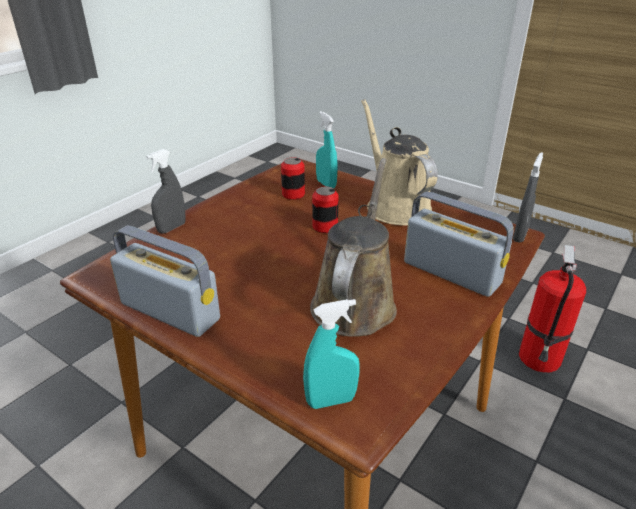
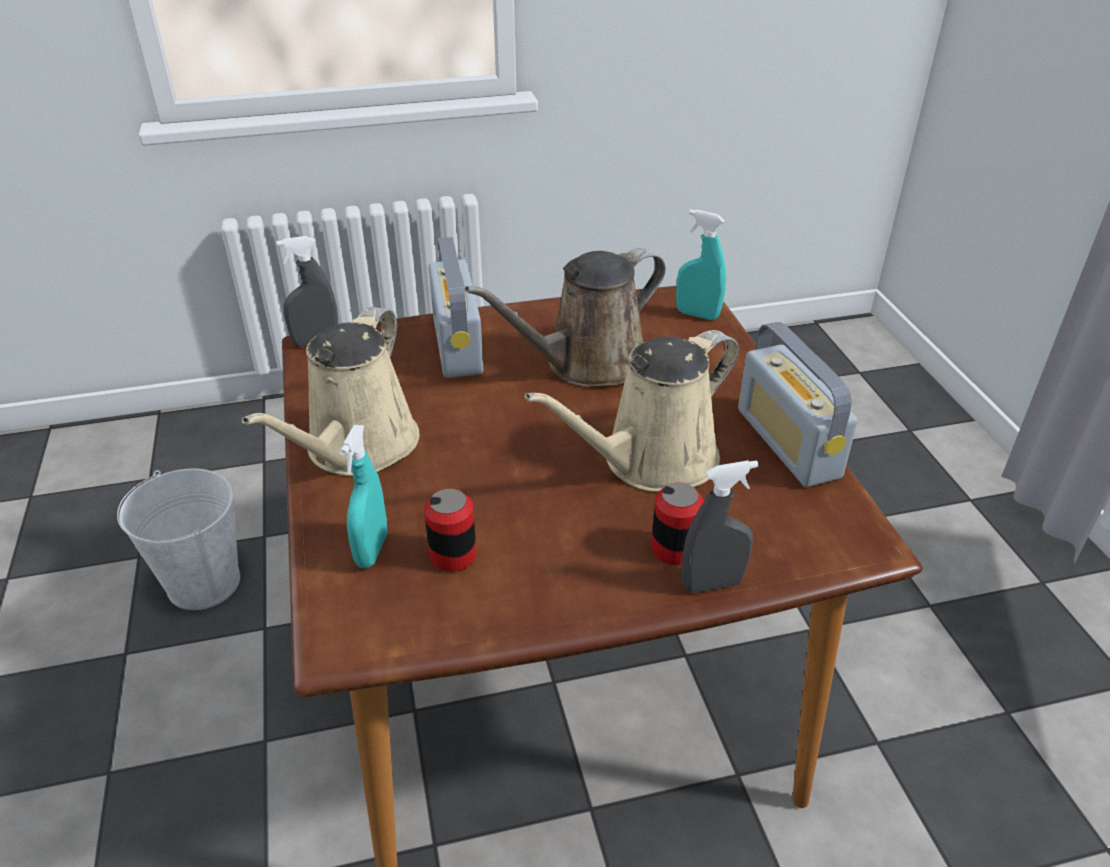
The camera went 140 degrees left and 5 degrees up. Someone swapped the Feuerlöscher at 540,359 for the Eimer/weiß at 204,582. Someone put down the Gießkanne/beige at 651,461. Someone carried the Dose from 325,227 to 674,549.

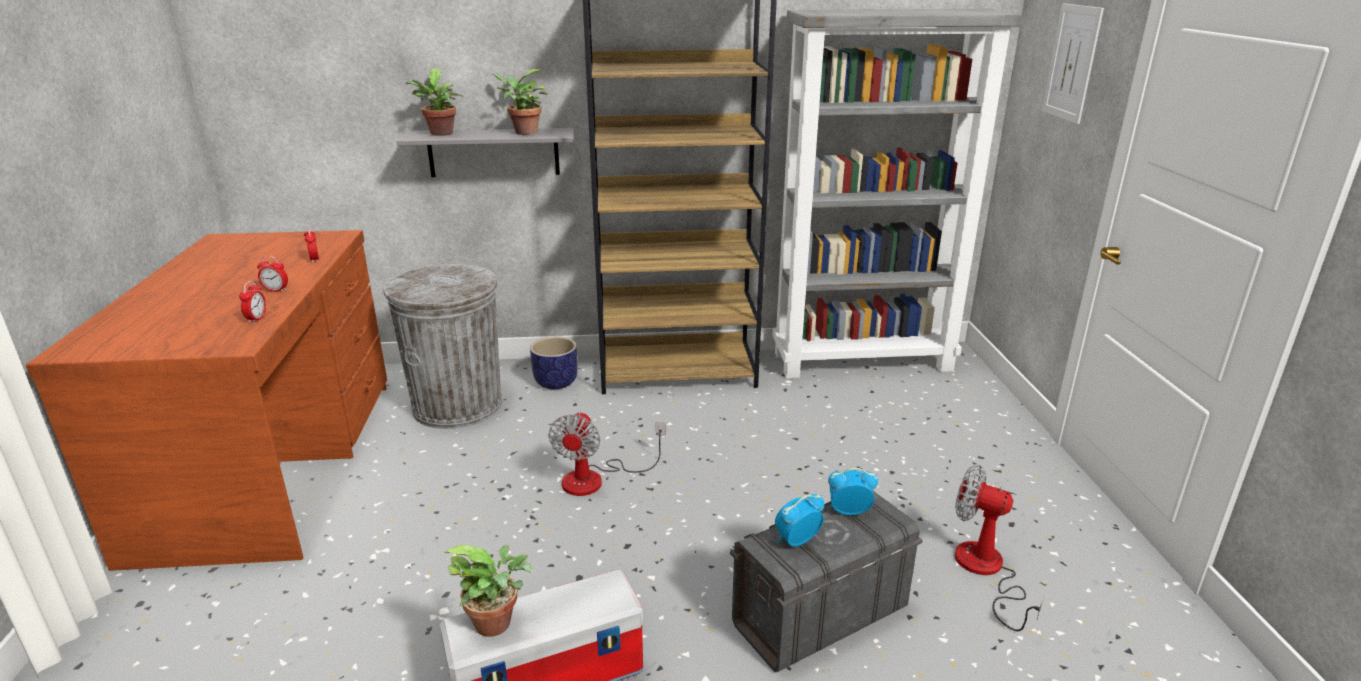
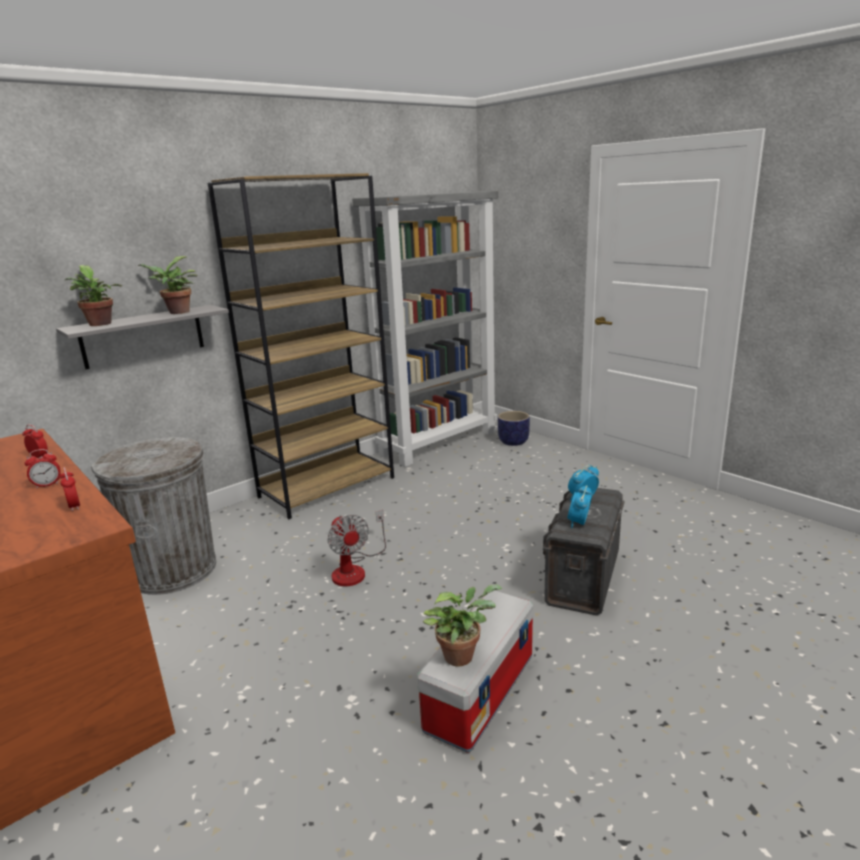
The camera went 35 degrees left and 5 degrees down. Someone carried the Pflanzkübel from 556,382 to 513,442. Someone took away the Ventilator at 985,572. Someone took away the Bild at 1071,63.

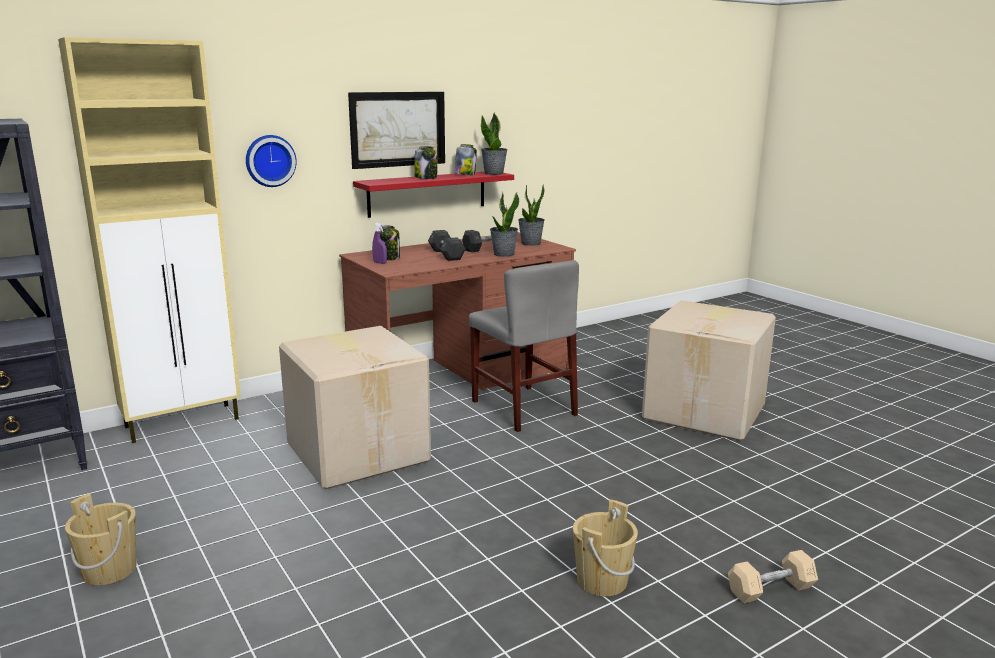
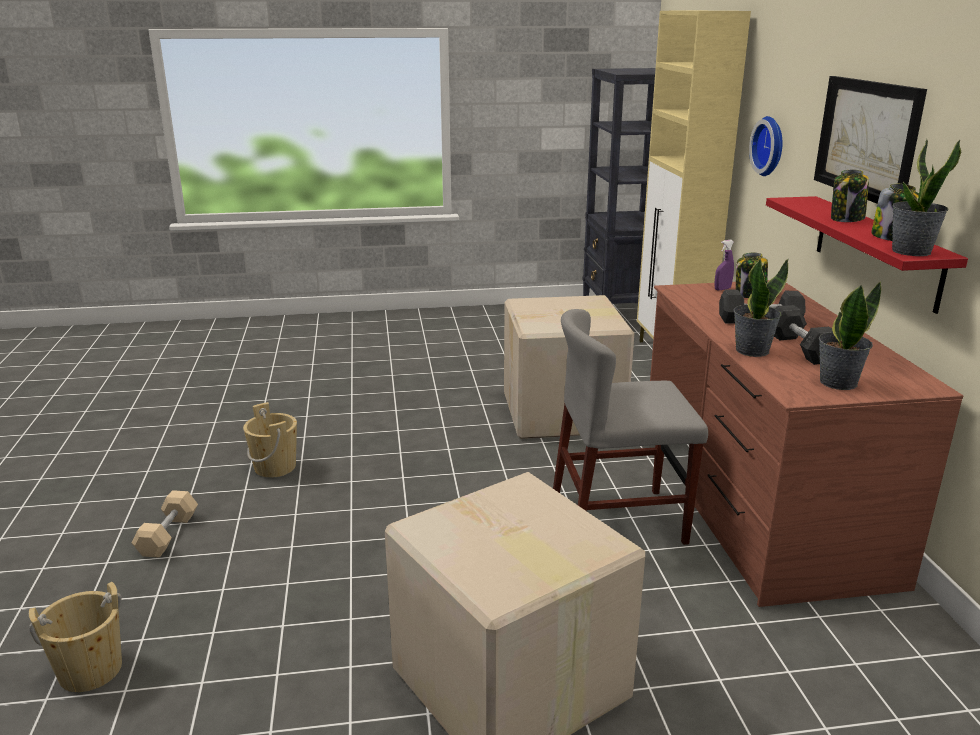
The camera went 115 degrees right and 5 degrees up. Someone carried the Eimer/beige from 109,570 to 90,670.

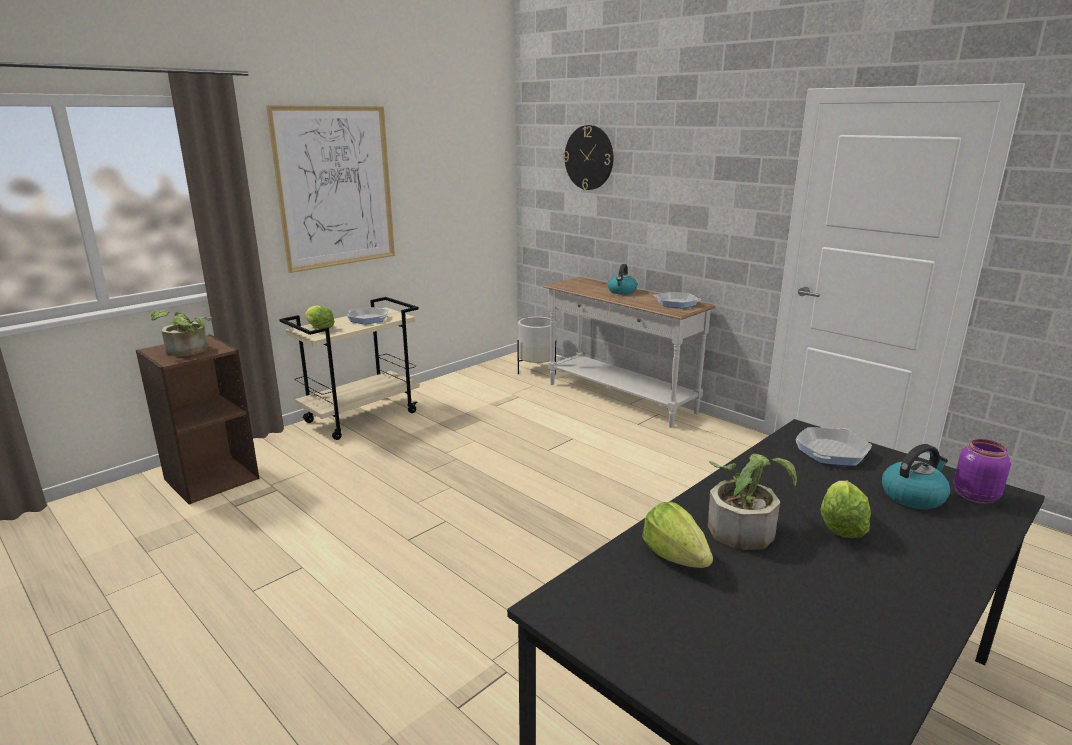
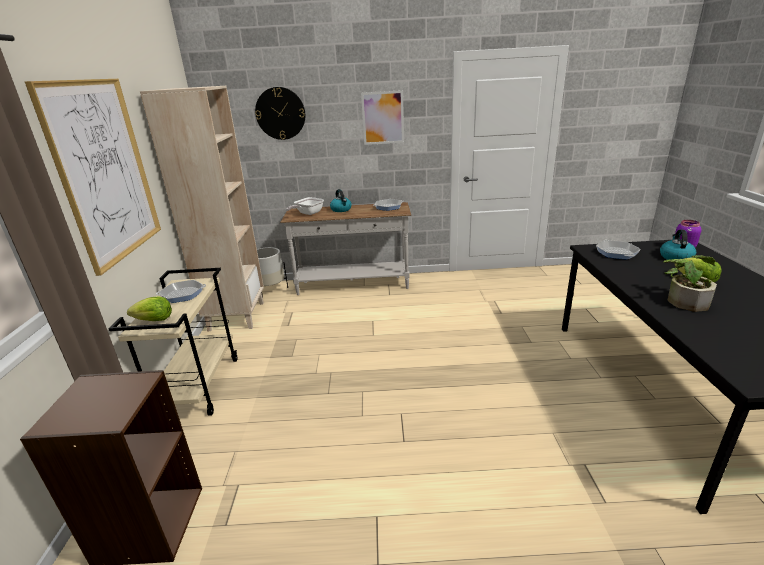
The camera went 45 degrees left and 5 degrees up. Someone put down the Bücherregal/beige at 236,316. Someone put down the Pfanne at 308,213. Someone put up the Bild at 383,118. Someone took away the Topfpflanze at 187,352. Someone took away the Salatkopf at 675,556.

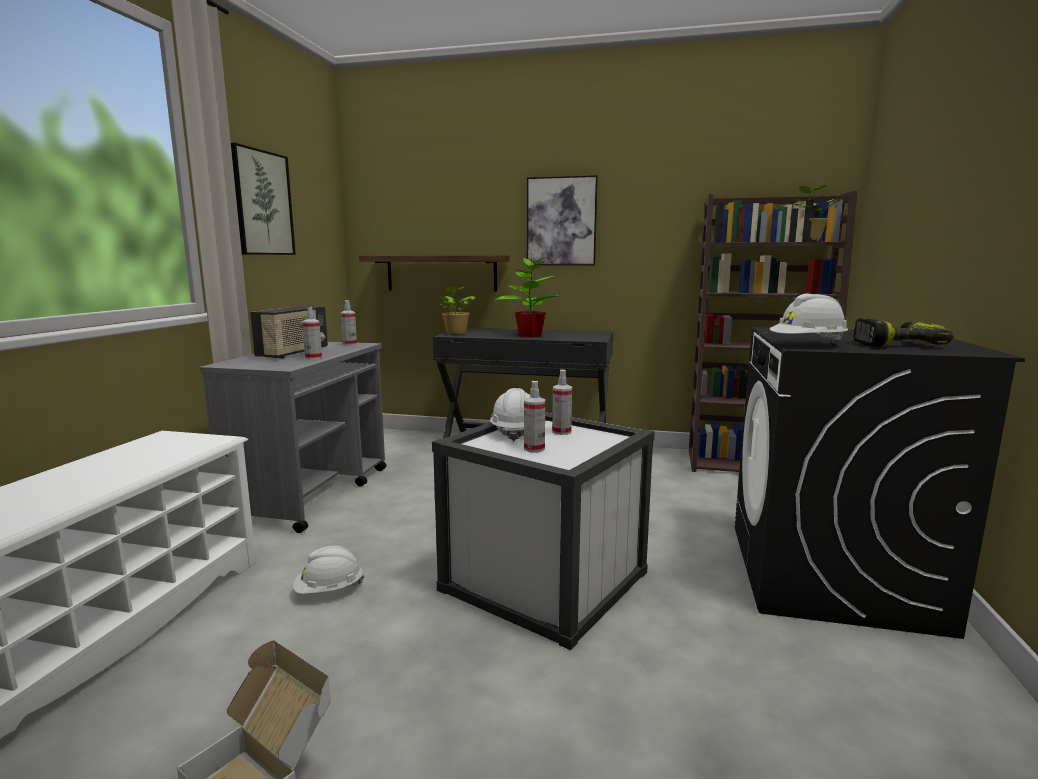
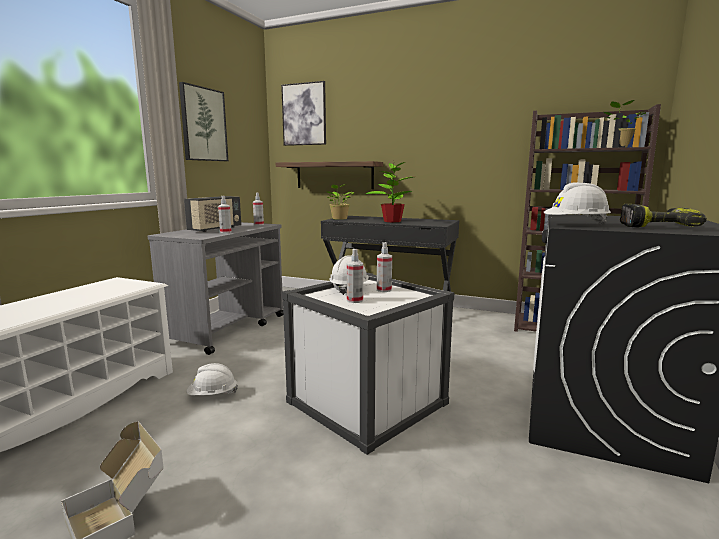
The camera went 10 degrees right and 0 degrees up. Someone carried the Bild from 561,221 to 304,114.

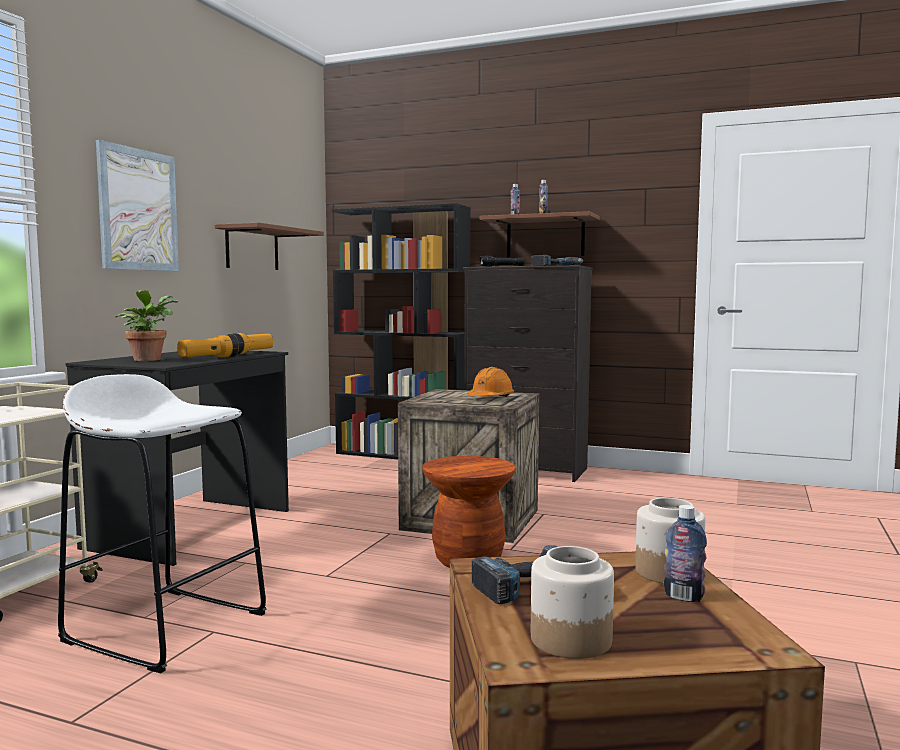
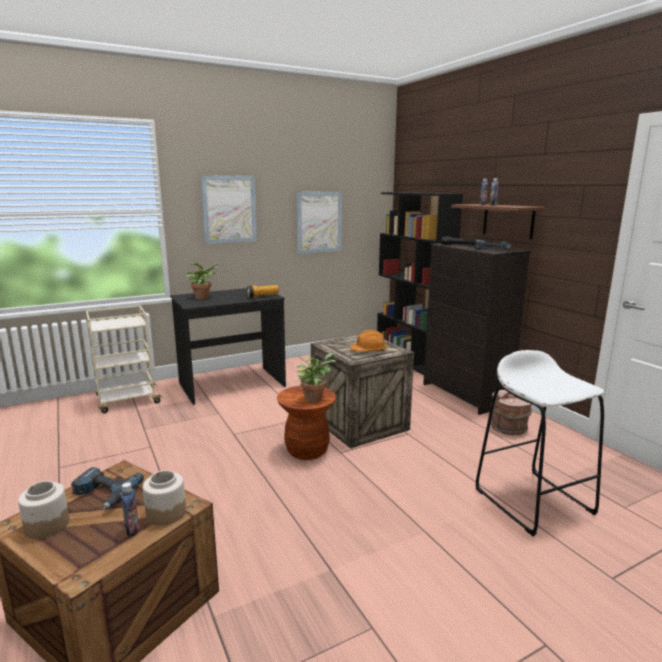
The camera went 40 degrees right and 10 degrees up. Someone swapped the Wandregal/braun at 252,249 for the Bild at 319,222. Someone put down the Topfpflanze at 314,398. Someone carried the Hocker/weiß from 166,626 to 533,501. Someone put down the Eimer/braun at 508,428. Someone took away the Taschenlampe at 208,358.

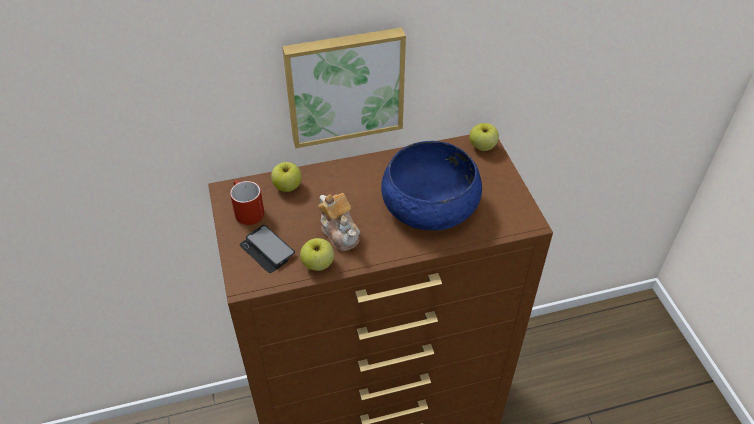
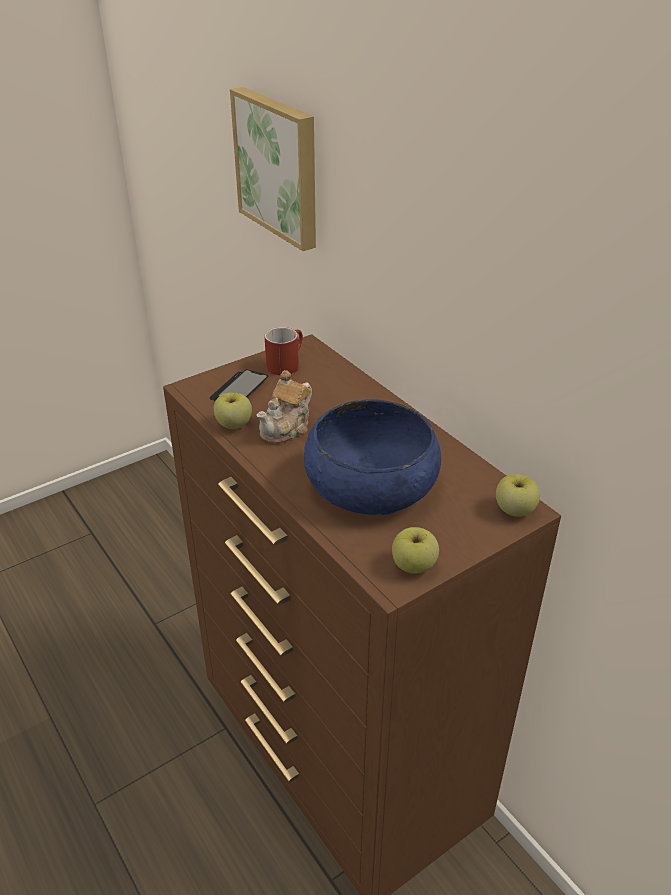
The camera went 70 degrees right and 10 degrees down. Someone carried the Bild from 344,85 to 279,166. Someone carried the Apfel from 287,186 to 414,566.

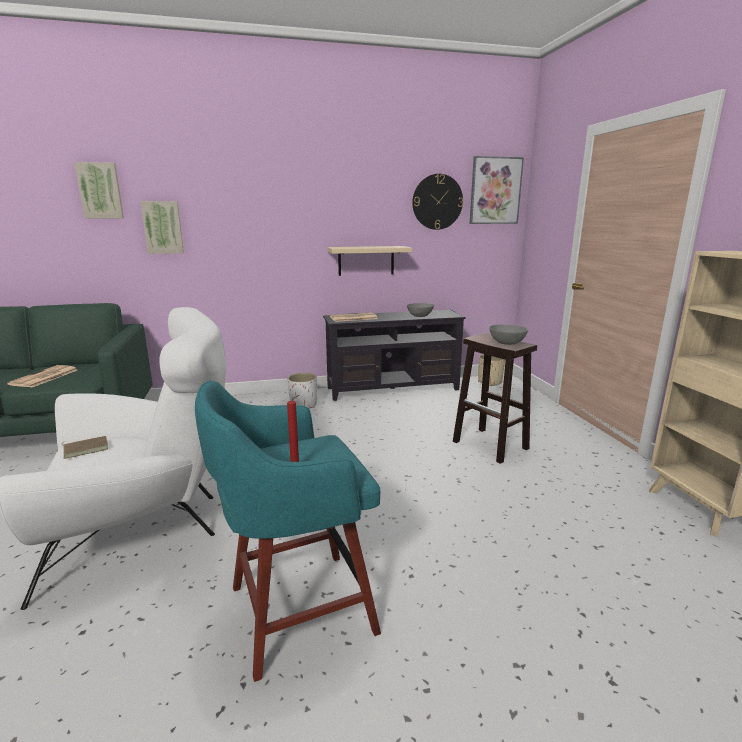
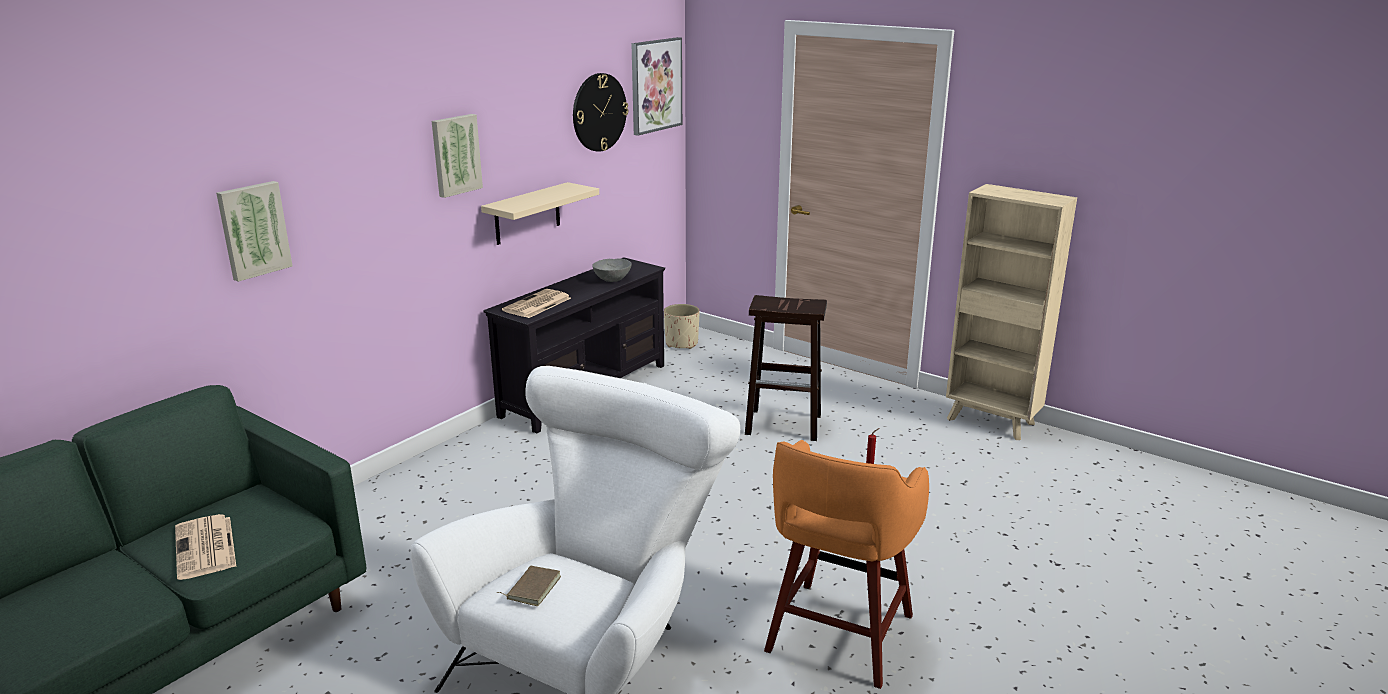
The camera went 40 degrees left and 5 degrees up. Someone carried the Bild from 100,191 to 455,155. Someone repainted the Hocker/türkis at 296,611, which became the Hocker/orange at 837,636. Someone took away the Pflanzkübel/weiß at 303,405. Someone took away the Schüssel/grau at 507,343.

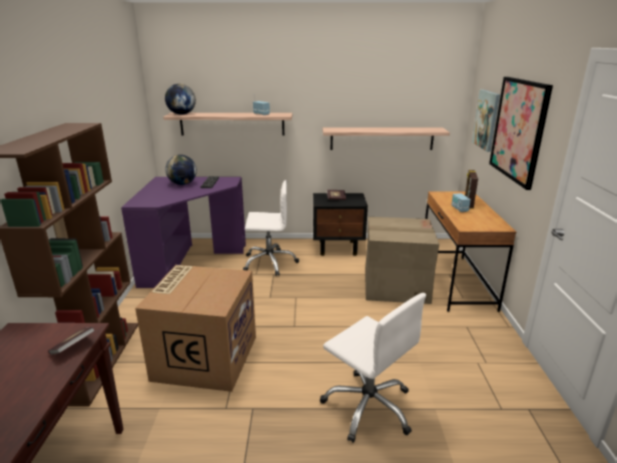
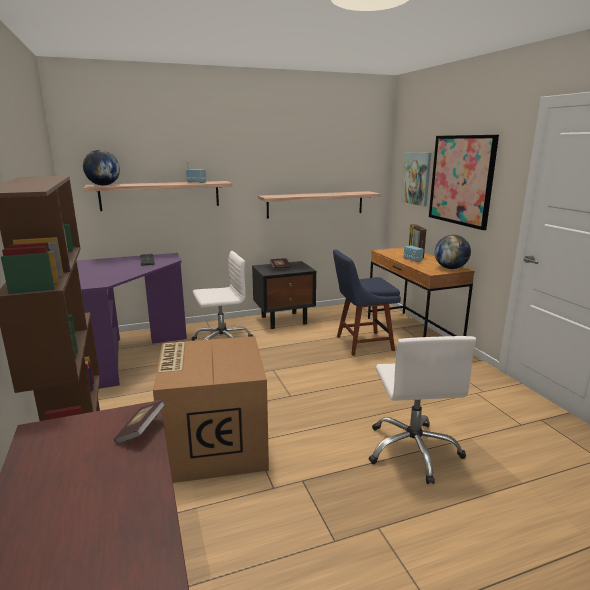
The camera went 20 degrees left and 5 degrees down. Someone swapped the Karton at 395,285 for the Stuhl/blau at 361,343. Someone rotated the Bürostuhl/weiß at 368,406 by 60 degrees clockwise. Someone carried the Globus from 183,184 to 450,268.

